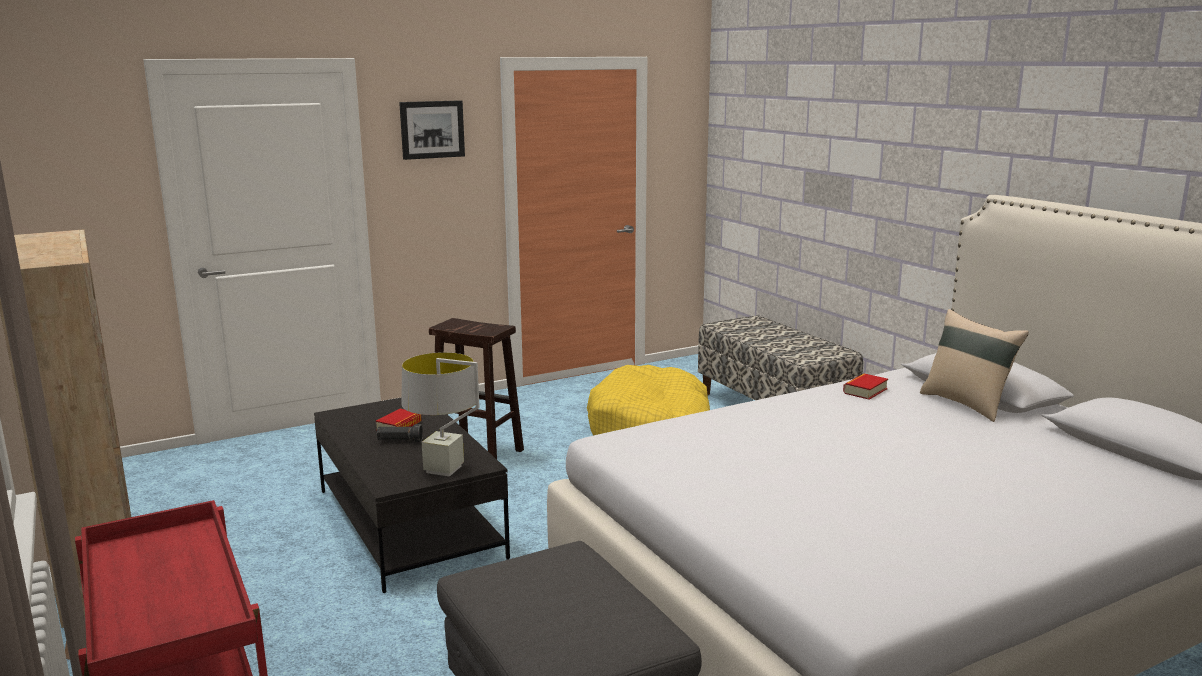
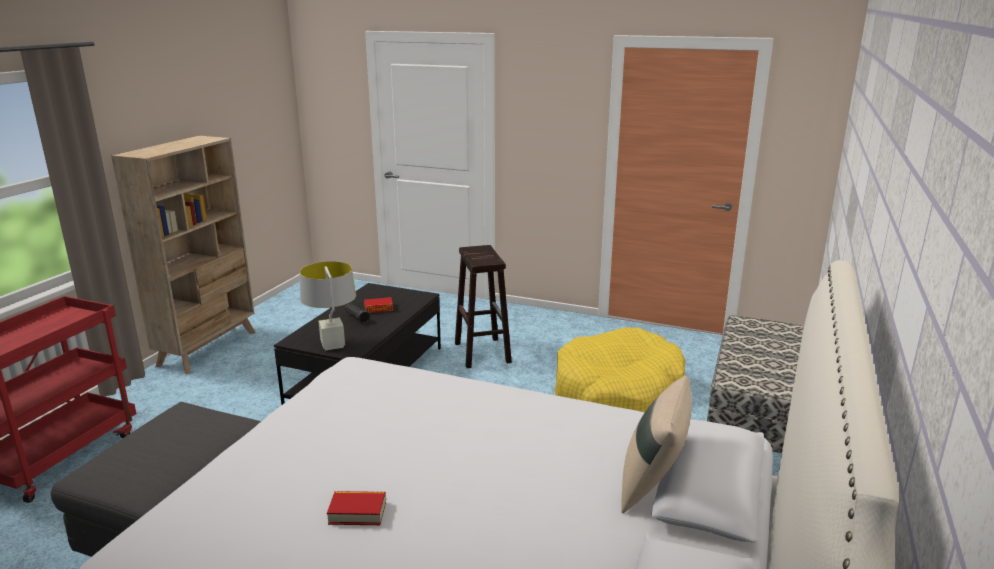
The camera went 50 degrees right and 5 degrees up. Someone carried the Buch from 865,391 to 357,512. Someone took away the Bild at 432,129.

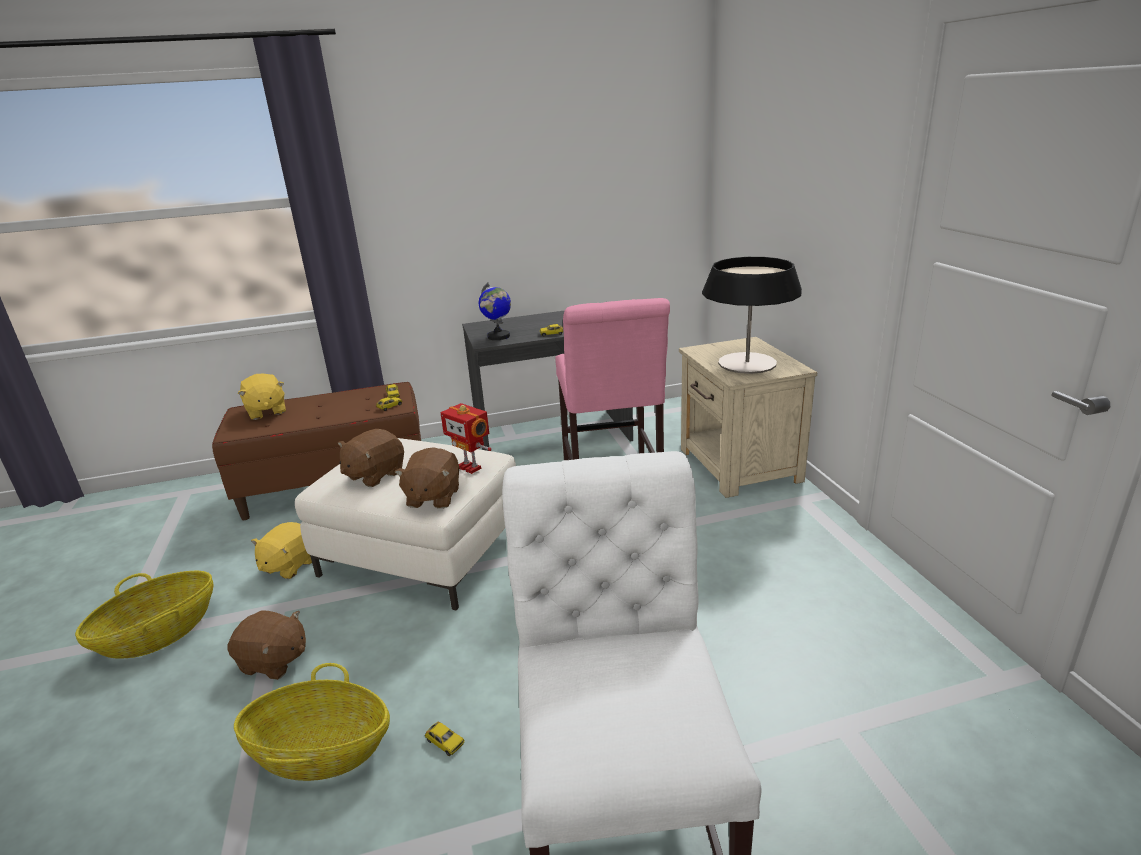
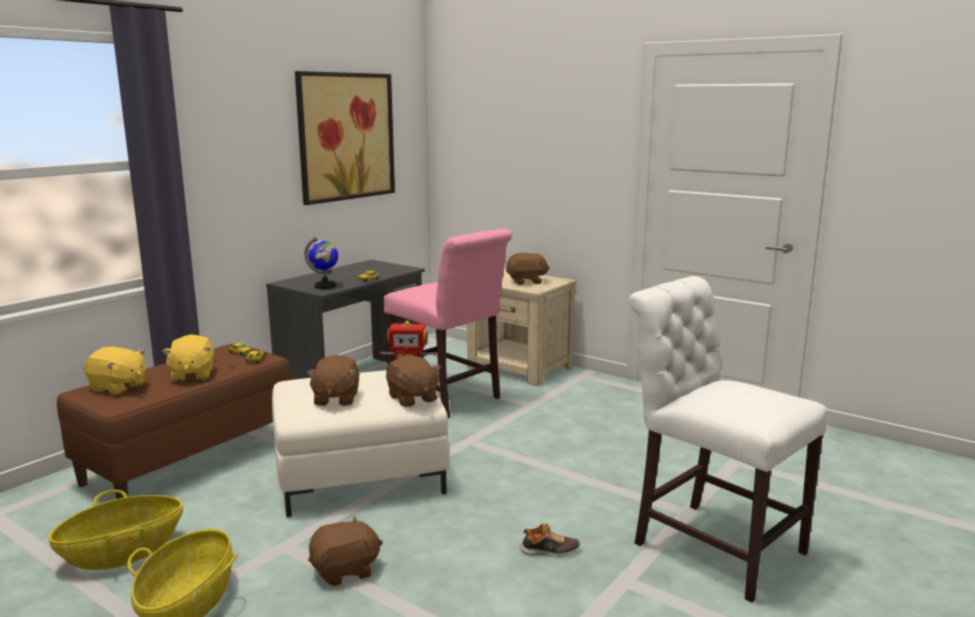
The camera went 40 degrees left and 10 degrees down. Someone carried the Korb from 322,751 to 123,552. Someone carried the Plüschtier/gelb from 289,565 to 192,375. Someone put up the Bild at 346,136. Someone swapped the Tischlampe at 747,363 for the Plüschtier/braun at 526,282. Someone swapped the Spielzeugauto at 445,742 for the Schuh at 549,551.

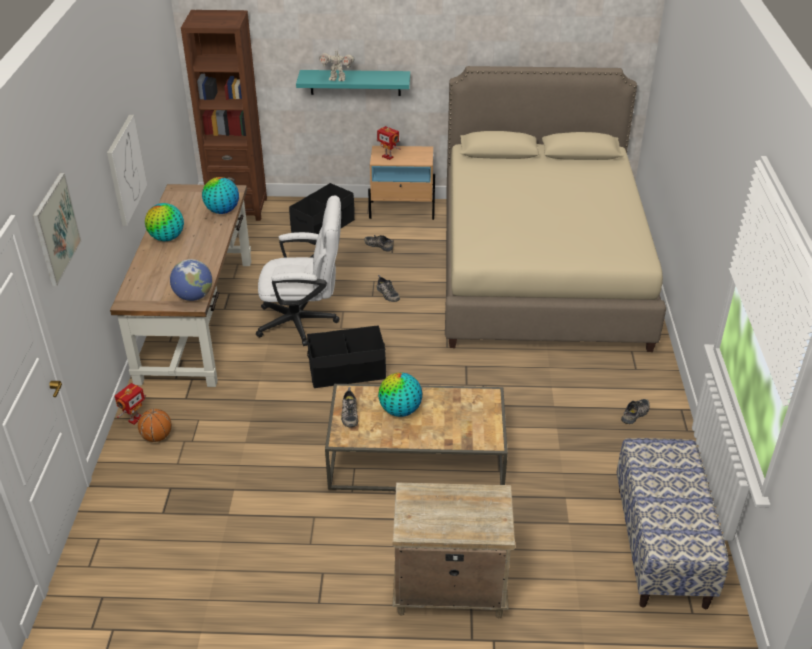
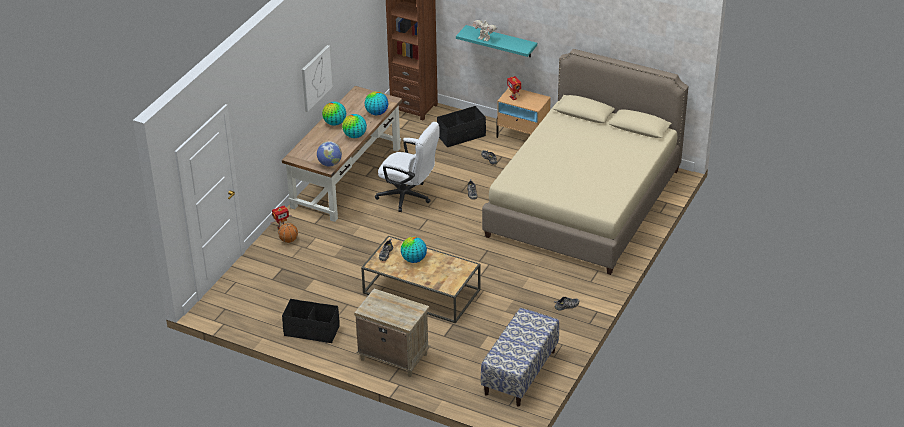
The camera went 25 degrees right and 0 degrees up. Someone carried the Aufbewahrungsbox/schwarz from 347,372 to 311,331. Someone put down the Globus at 355,136. Someone took away the Bild at 56,229.

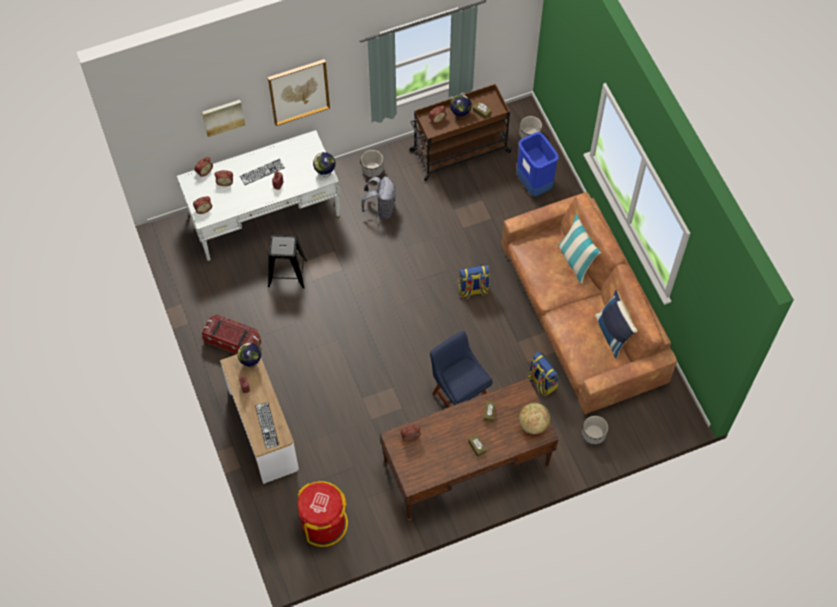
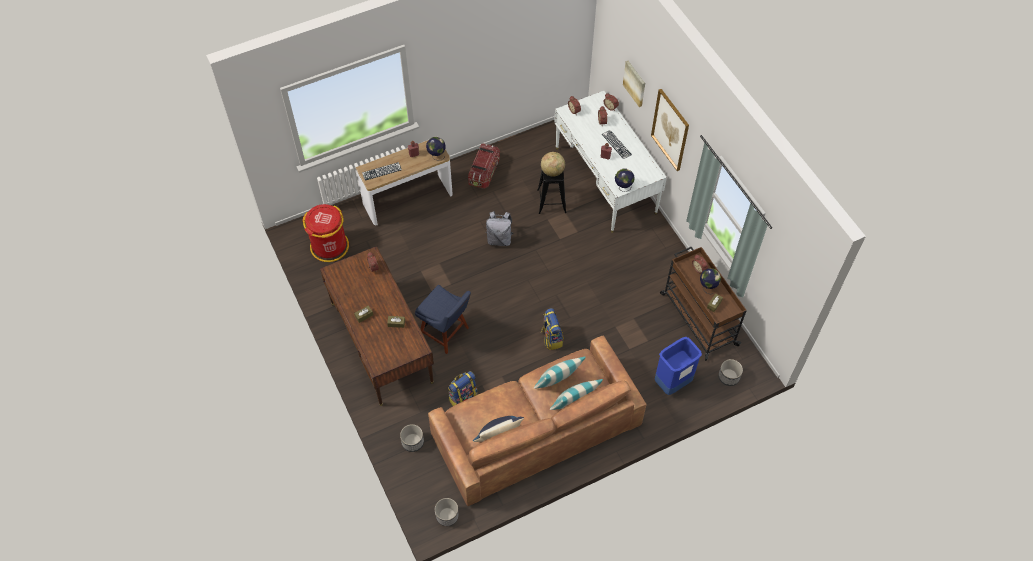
The camera went 85 degrees right and 5 degrees down. Someone rotated the Stuhl/blau at 459,395 by 75 degrees clockwise. Someone carried the Pflanzkübel from 372,169 to 447,516. Someone carried the Rucksack/grau from 380,209 to 499,239. Someone put down the Kissen at 558,382. Someone carried the Globus from 533,424 to 552,171.

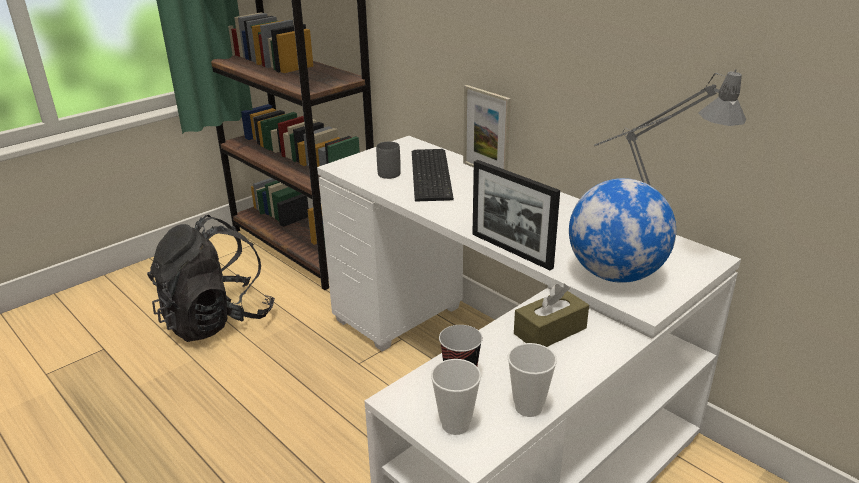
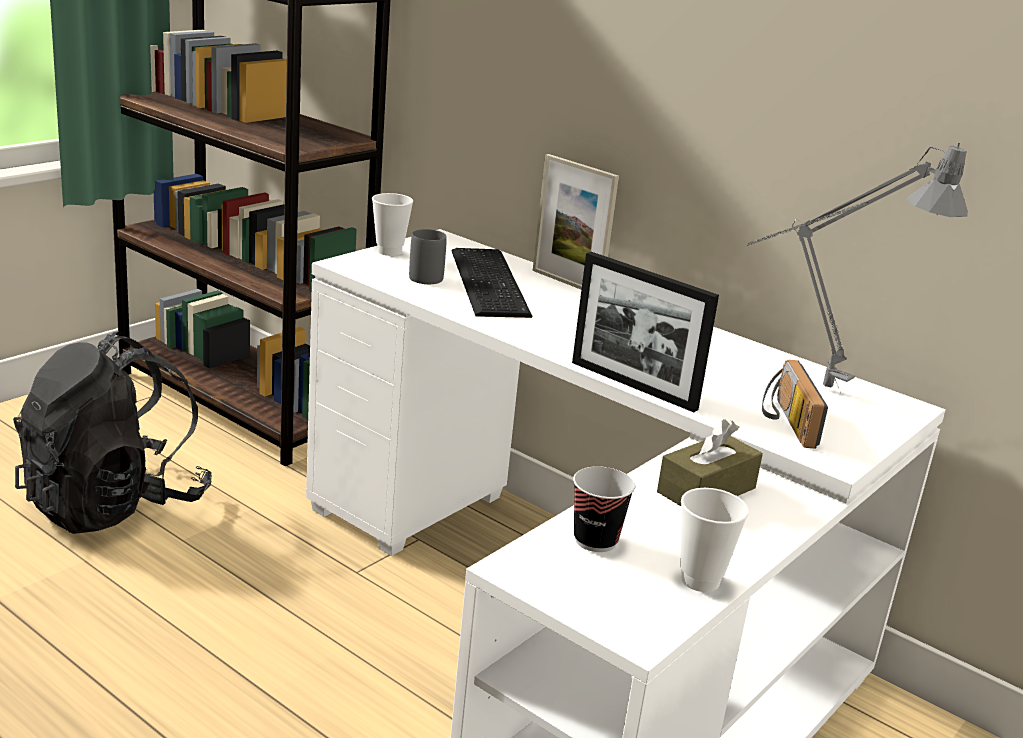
The camera went 10 degrees left and 5 degrees down. Someone carried the Tasse from 455,424 to 389,251. Someone swapped the Globus at 615,274 for the Radio at 785,421.

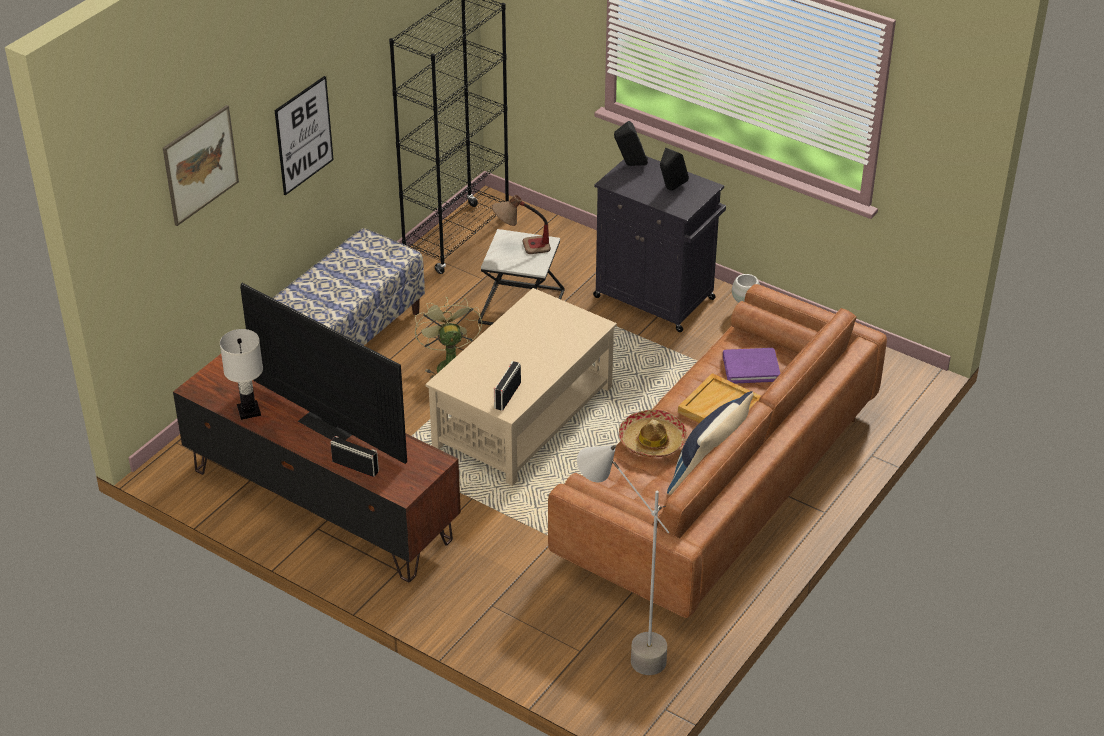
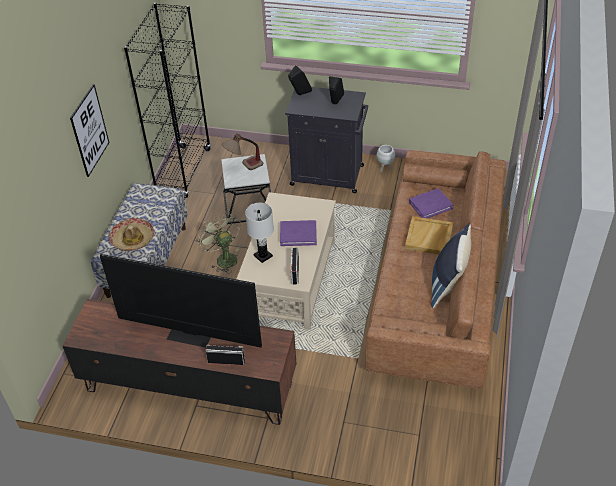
The camera went 20 degrees left and 5 degrees up. Someone carried the Hut from 652,441 to 133,239. Someone carried the Tischlampe/weiß from 248,411 to 262,256. Someone put down the Buch/lila at 298,234. Someone took away the Bild at 200,165. Someone took away the Stehlampe/grau at 621,650.

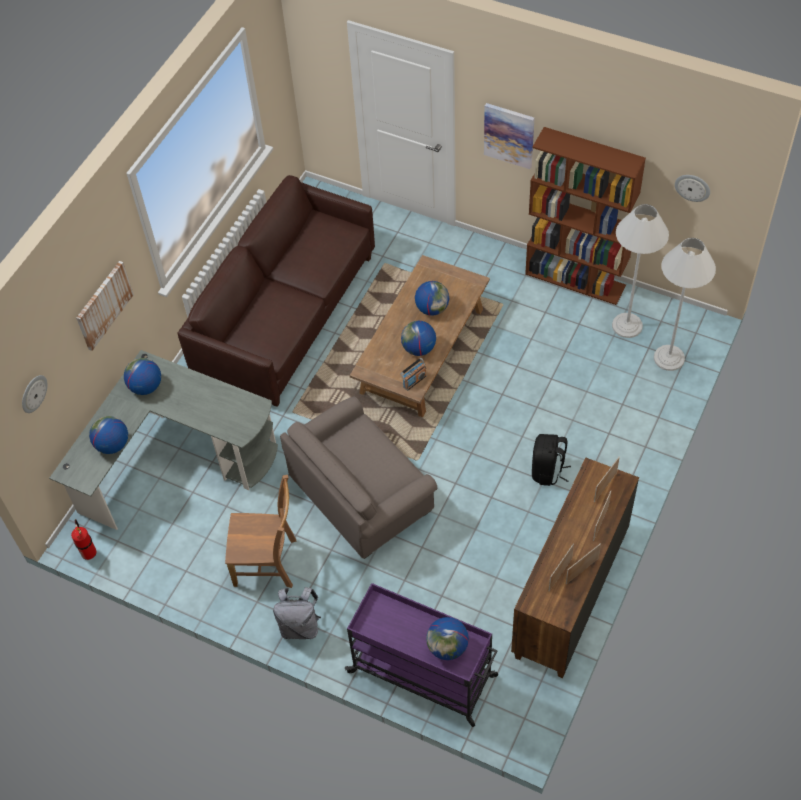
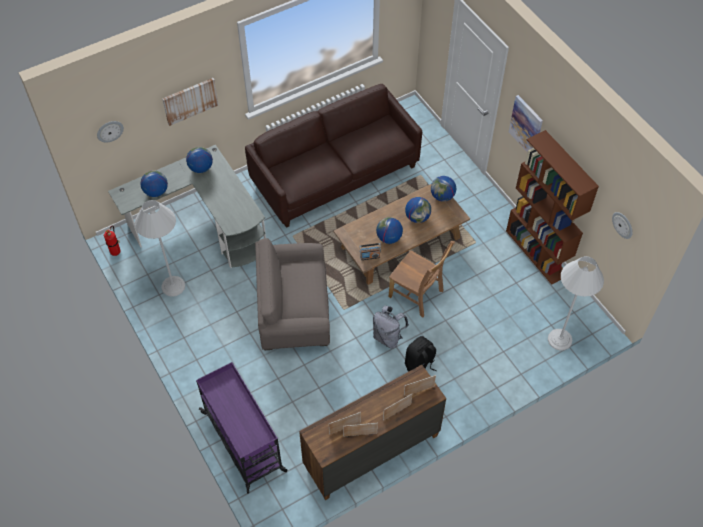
The camera went 30 degrees right and 0 degrees up. Someone carried the Stehlampe/weiß from 627,325 to 173,286. Someone carried the Rucksack/grau from 300,626 to 388,337. Someone carried the Stuhl/braun from 268,563 to 417,295. Someone carried the Globus from 447,647 to 442,196.

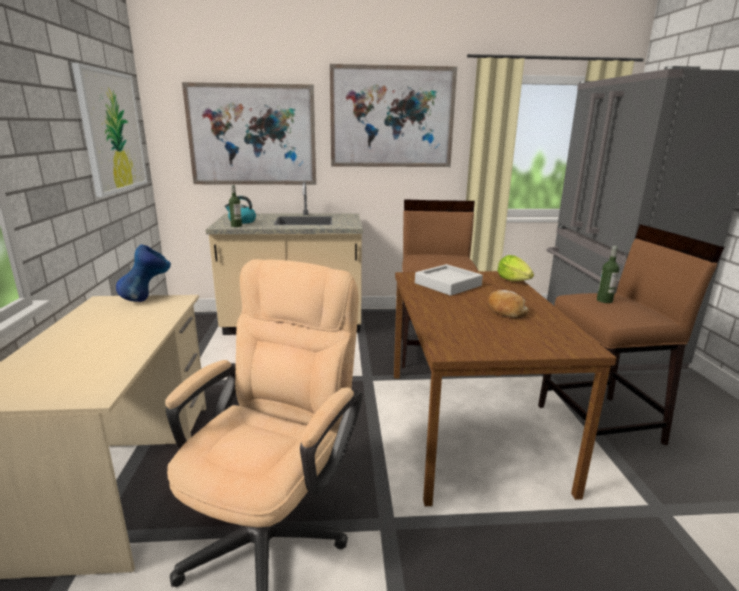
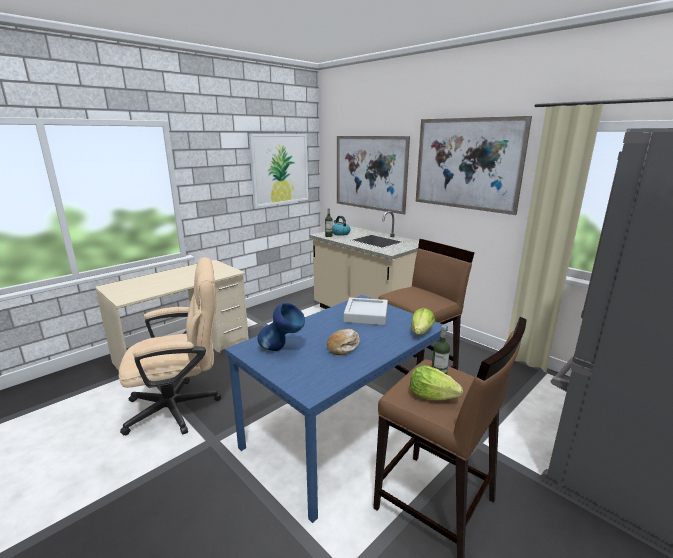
The camera went 50 degrees right and 0 degrees up. Someone repainted the Esstisch/braun at 468,424, which became the Esstisch/blau at 342,431. Someone carried the Vase/blau from 148,299 to 282,350. Someone put down the Salatkopf at 431,396.

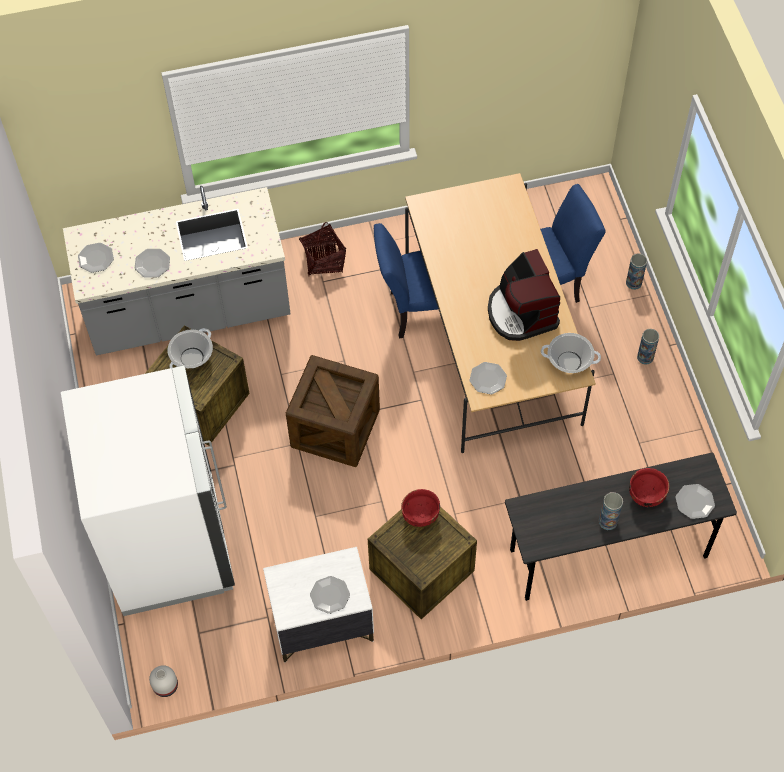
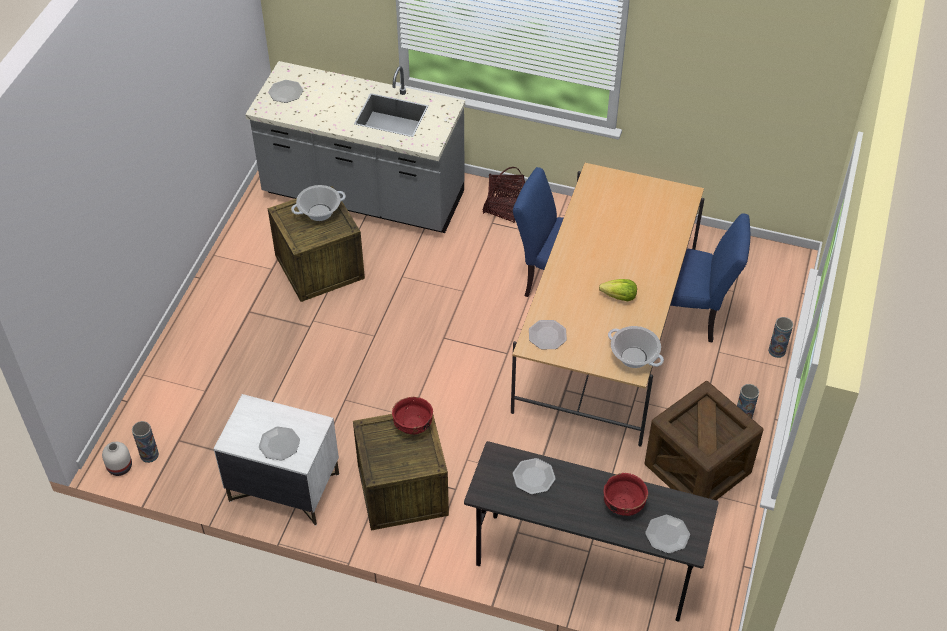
The camera went 30 degrees right and 10 degrees down. Someone carried the Vase from 608,521 to 149,455. Someone carried the Teller from 152,264 to 533,477. Someone swapped the Kaffeemaschine at 521,312 for the Salatkopf at 619,297. Someone carried the Kiste from 335,428 to 697,468. Someone took away the Kühlschrank/weiß at 169,544.

